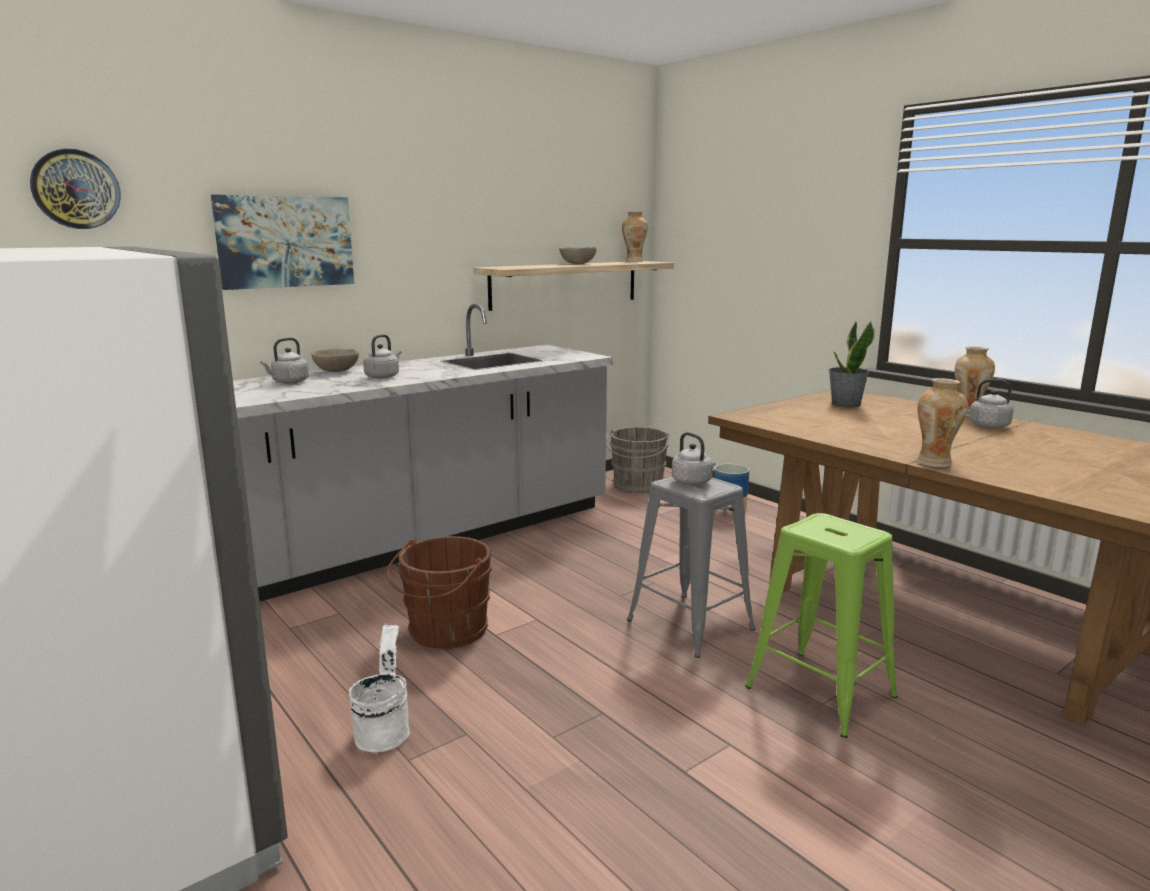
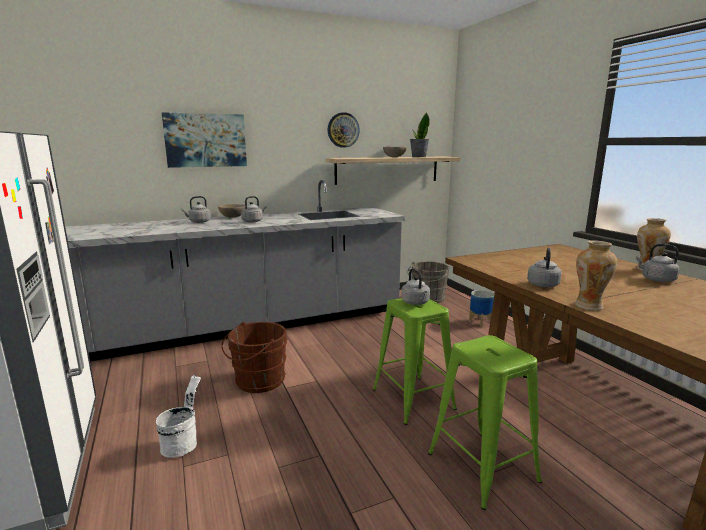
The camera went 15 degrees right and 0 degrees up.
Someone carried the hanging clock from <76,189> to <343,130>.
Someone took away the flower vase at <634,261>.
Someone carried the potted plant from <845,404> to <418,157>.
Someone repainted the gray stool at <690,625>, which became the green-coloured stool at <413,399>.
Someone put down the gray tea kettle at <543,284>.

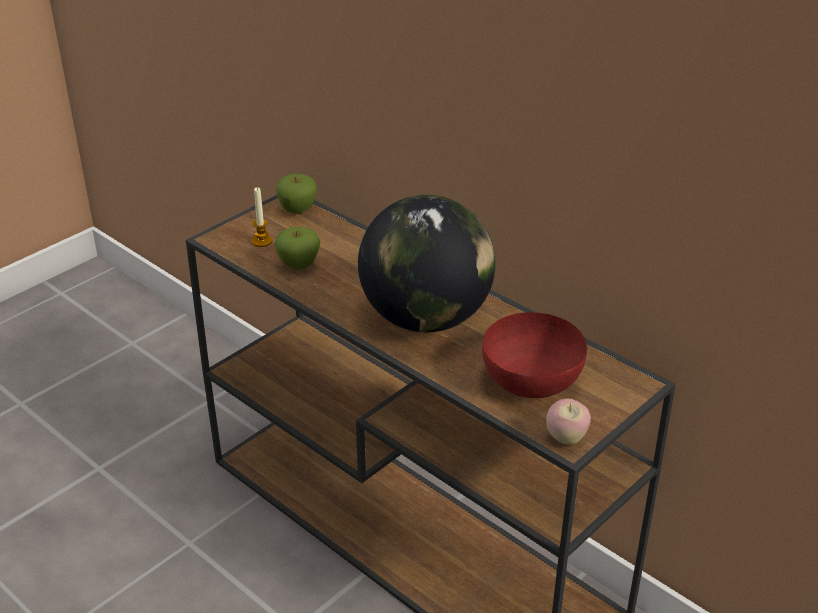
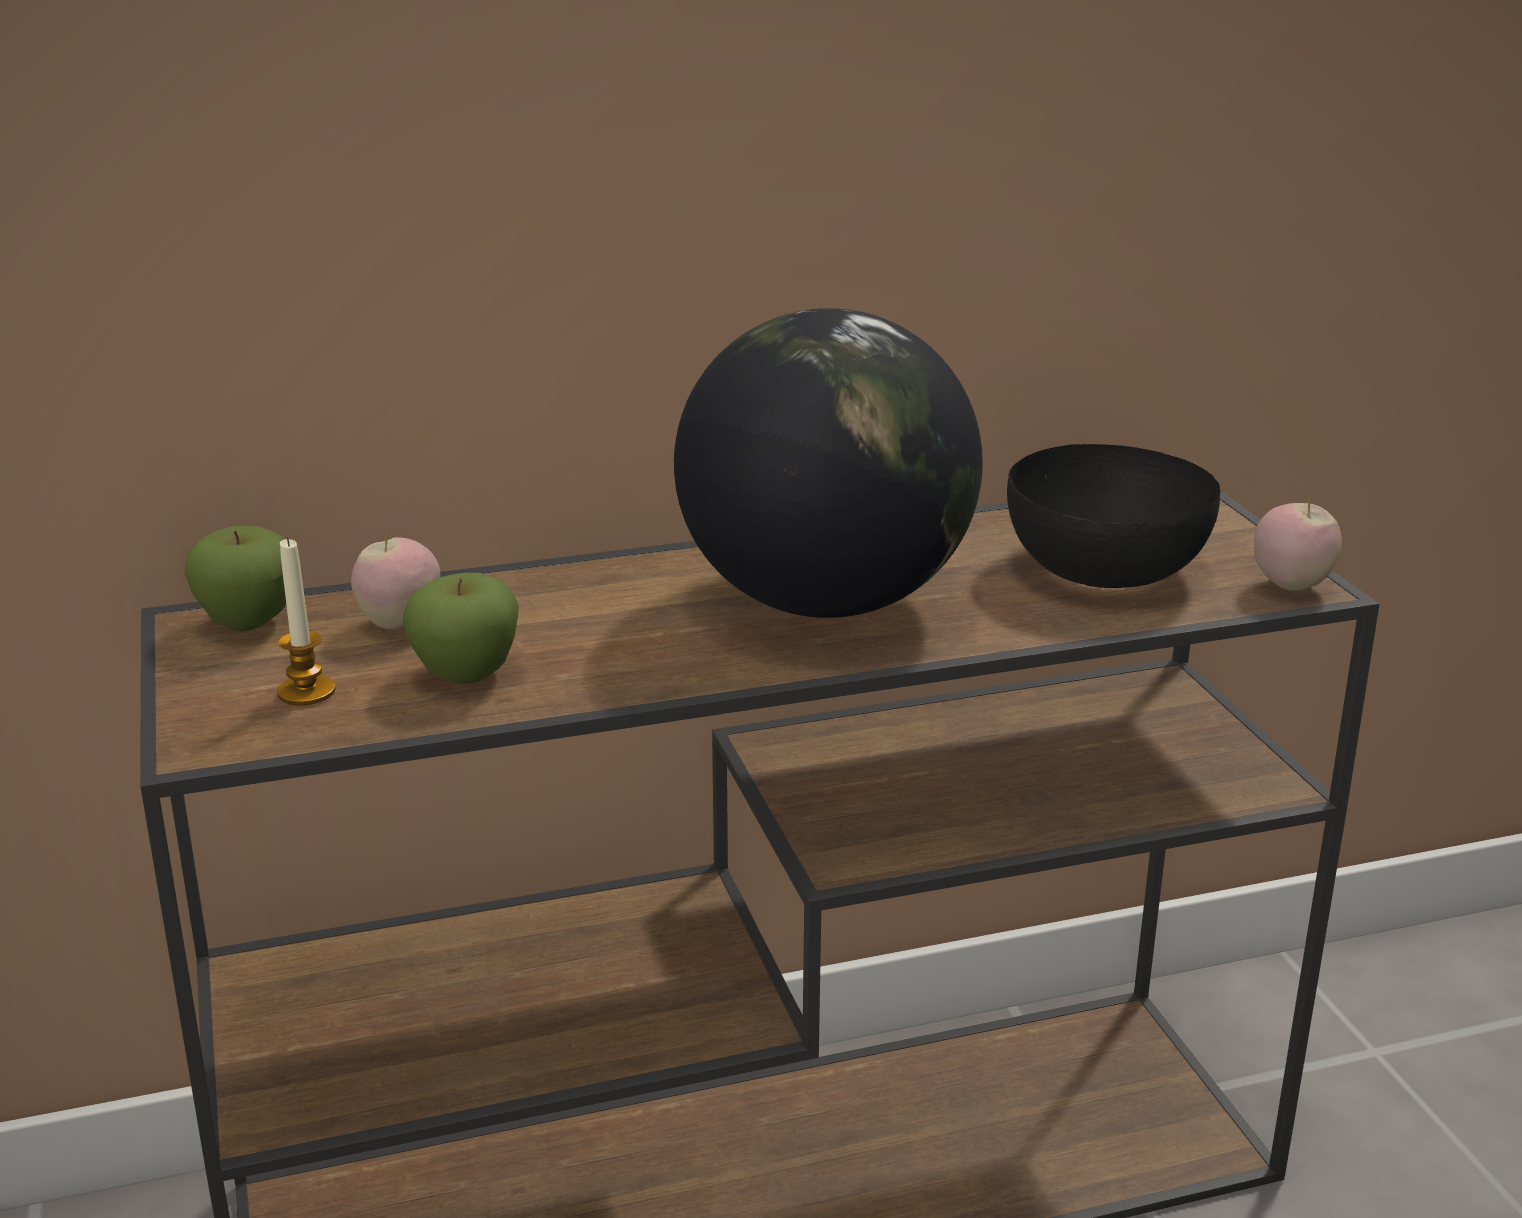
The camera went 60 degrees left and 10 degrees down.
Someone repainted the red-coloured deep dish at <533,380>, which became the blackish deep dish at <1107,567>.
Someone put down the apple at <401,624>.

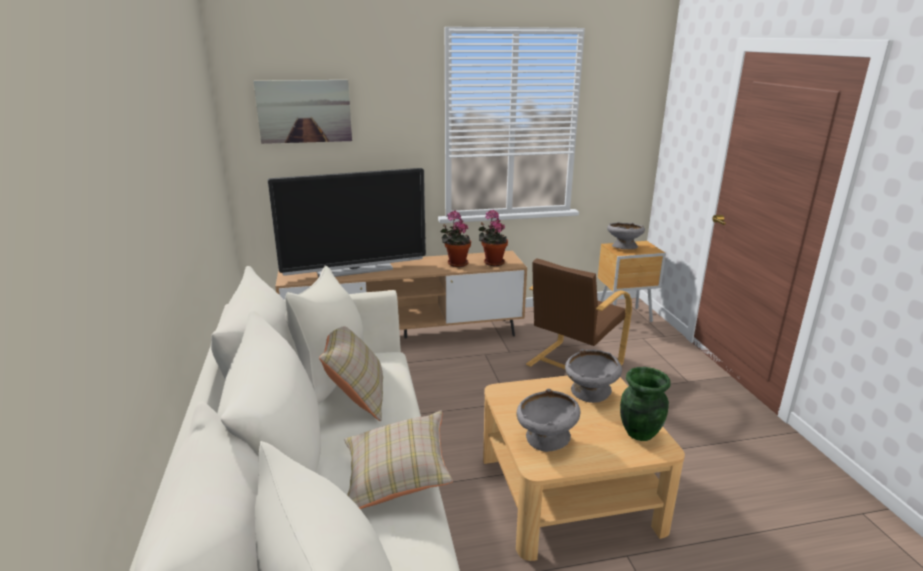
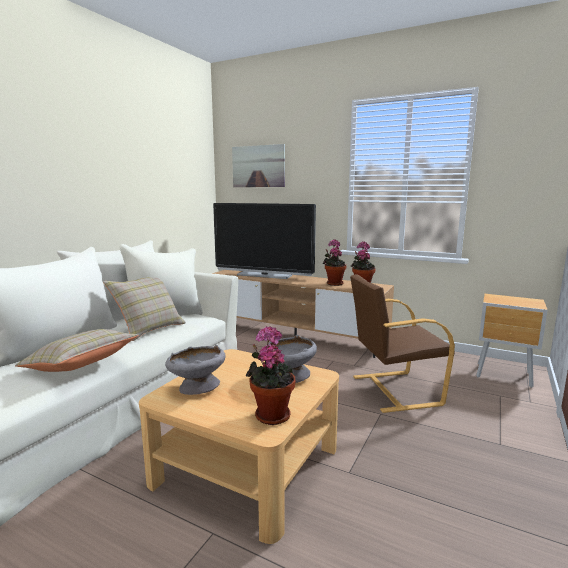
The camera went 40 degrees right and 10 degrees down.
Someone took away the gray deep dish at <623,247>.
Someone swapped the green-coloured flower vase at <639,433> for the potted plant at <270,414>.

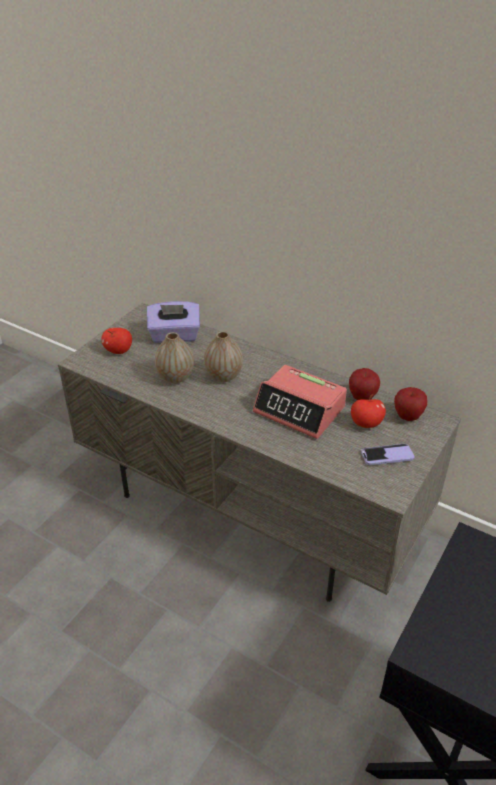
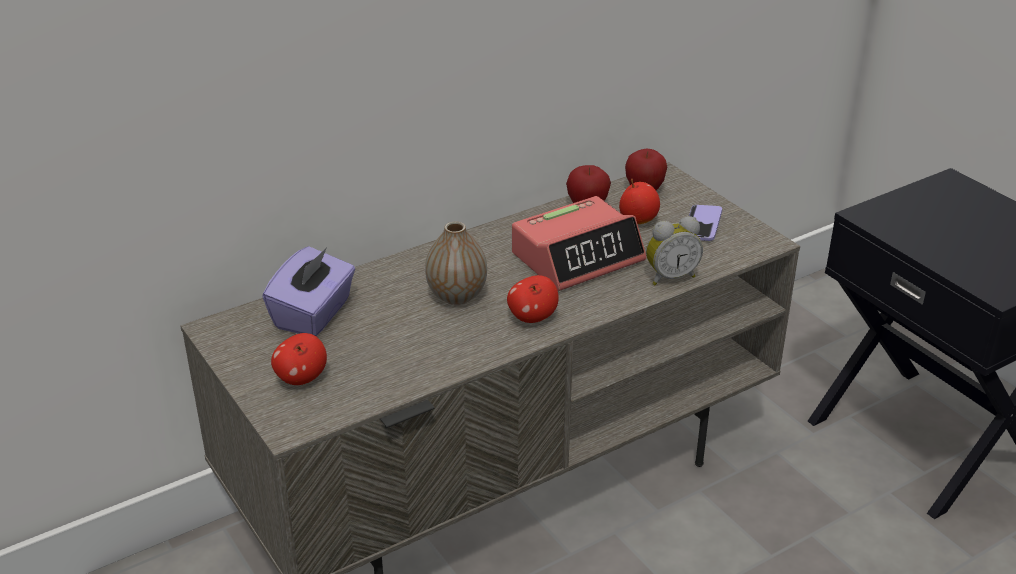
The camera went 65 degrees left and 5 degrees down.
Someone took away the flower vase at <175,377>.
Someone put down the table clock at <670,277>.
Someone put down the apple at <532,317>.

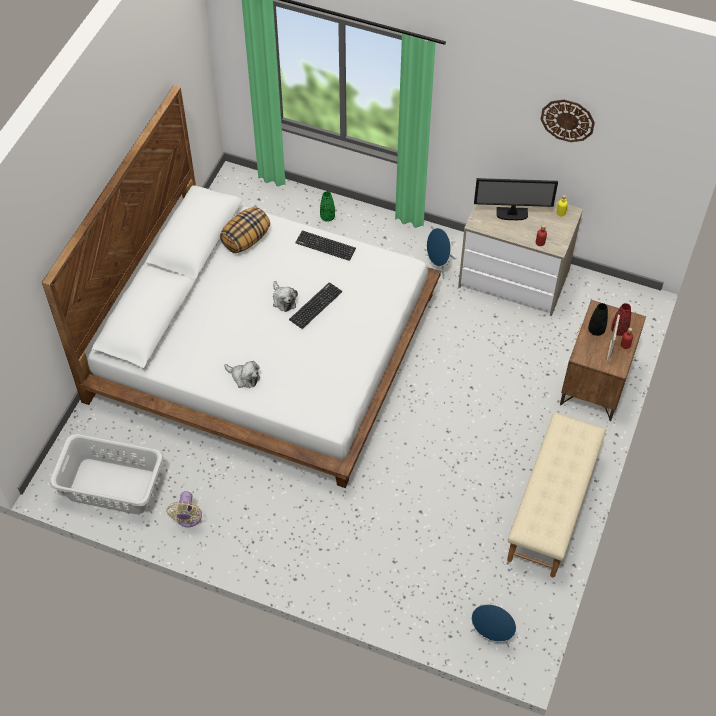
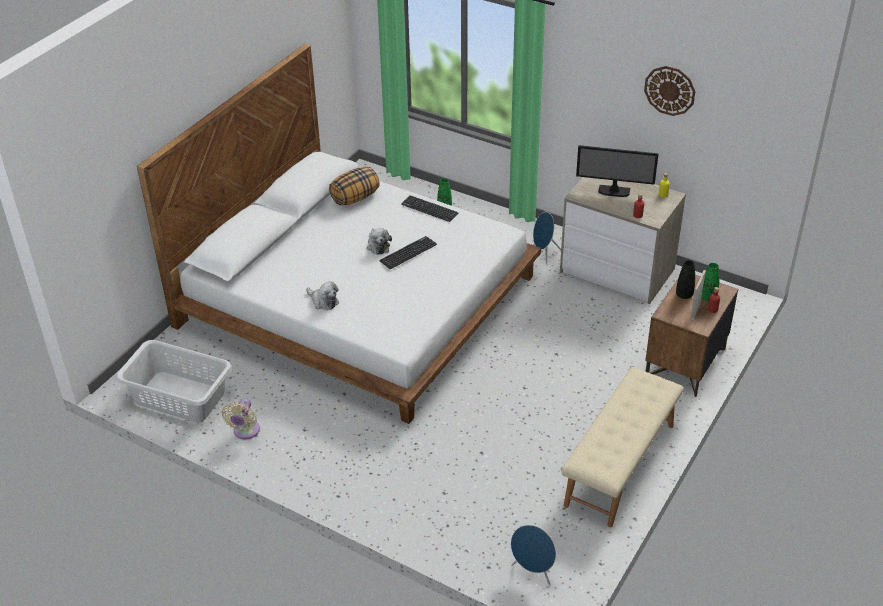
The camera went 10 degrees right and 15 degrees down.
Someone repainted the red-coloured flower vase at <619,330>, which became the green-coloured flower vase at <708,297>.

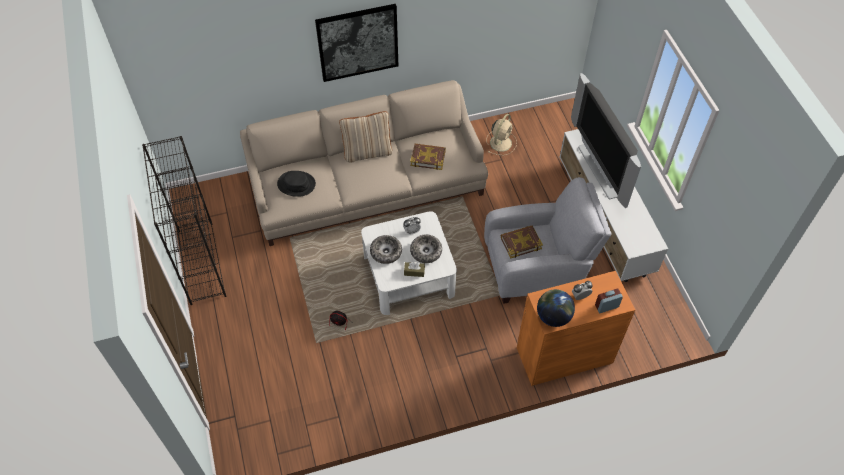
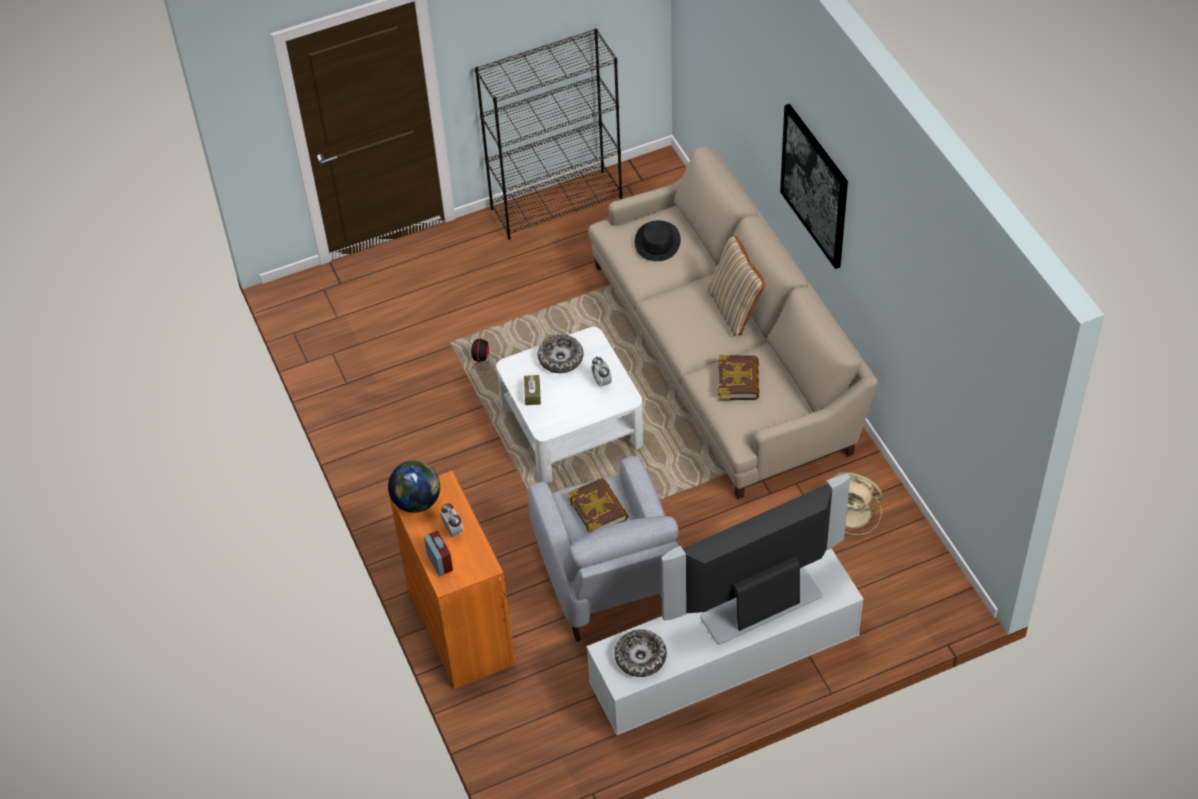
The camera went 85 degrees right and 5 degrees down.
Someone carried the deep dish from <426,251> to <640,657>.

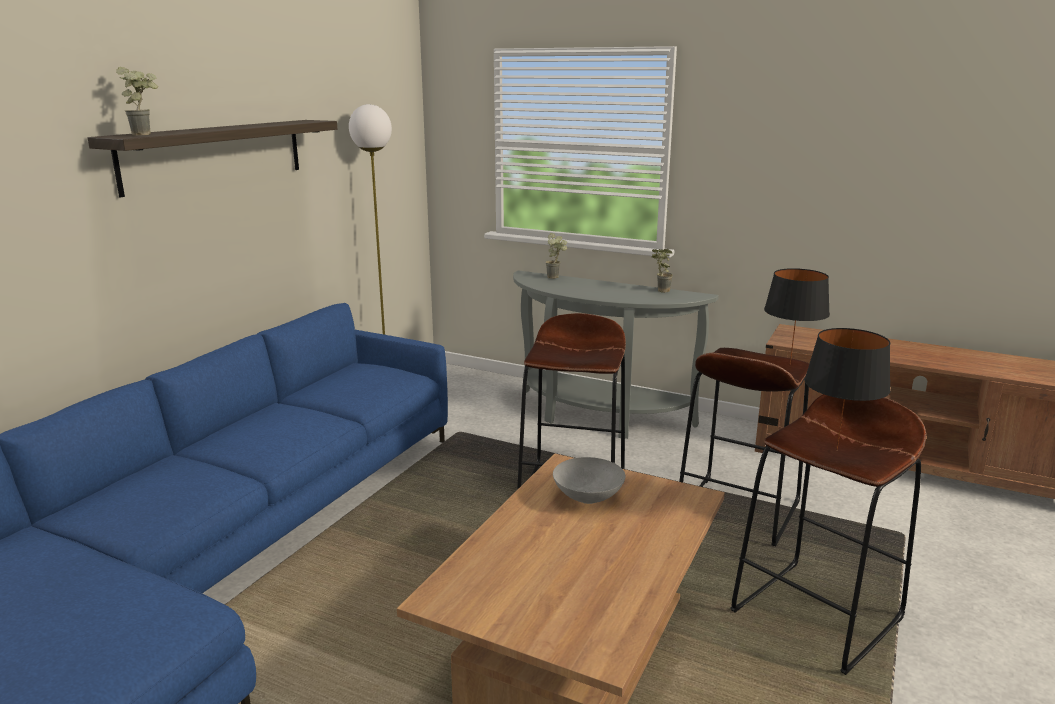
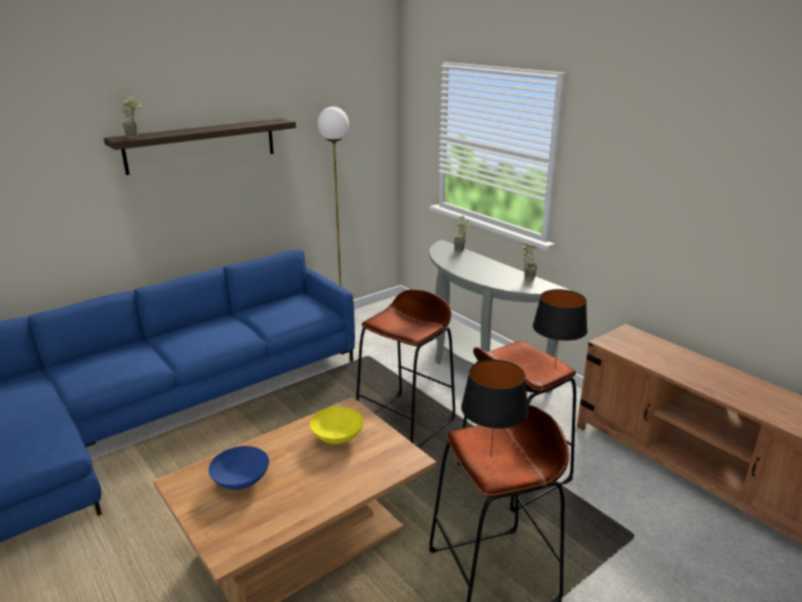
The camera went 25 degrees right and 5 degrees up.
Someone repainted the gray deep dish at <588,498>, which became the yellowish deep dish at <337,439>.
Someone put down the bluish deep dish at <241,481>.

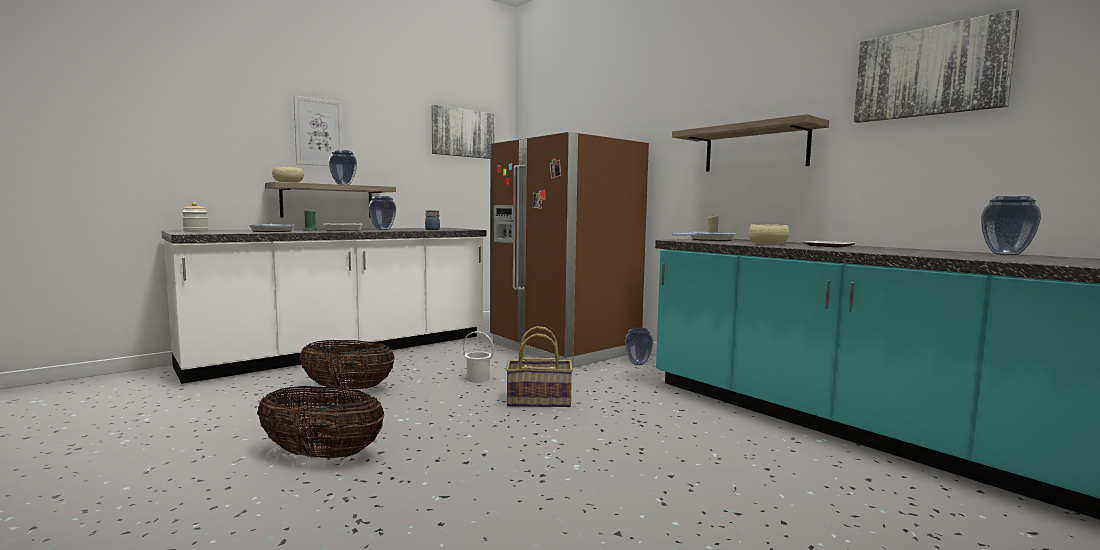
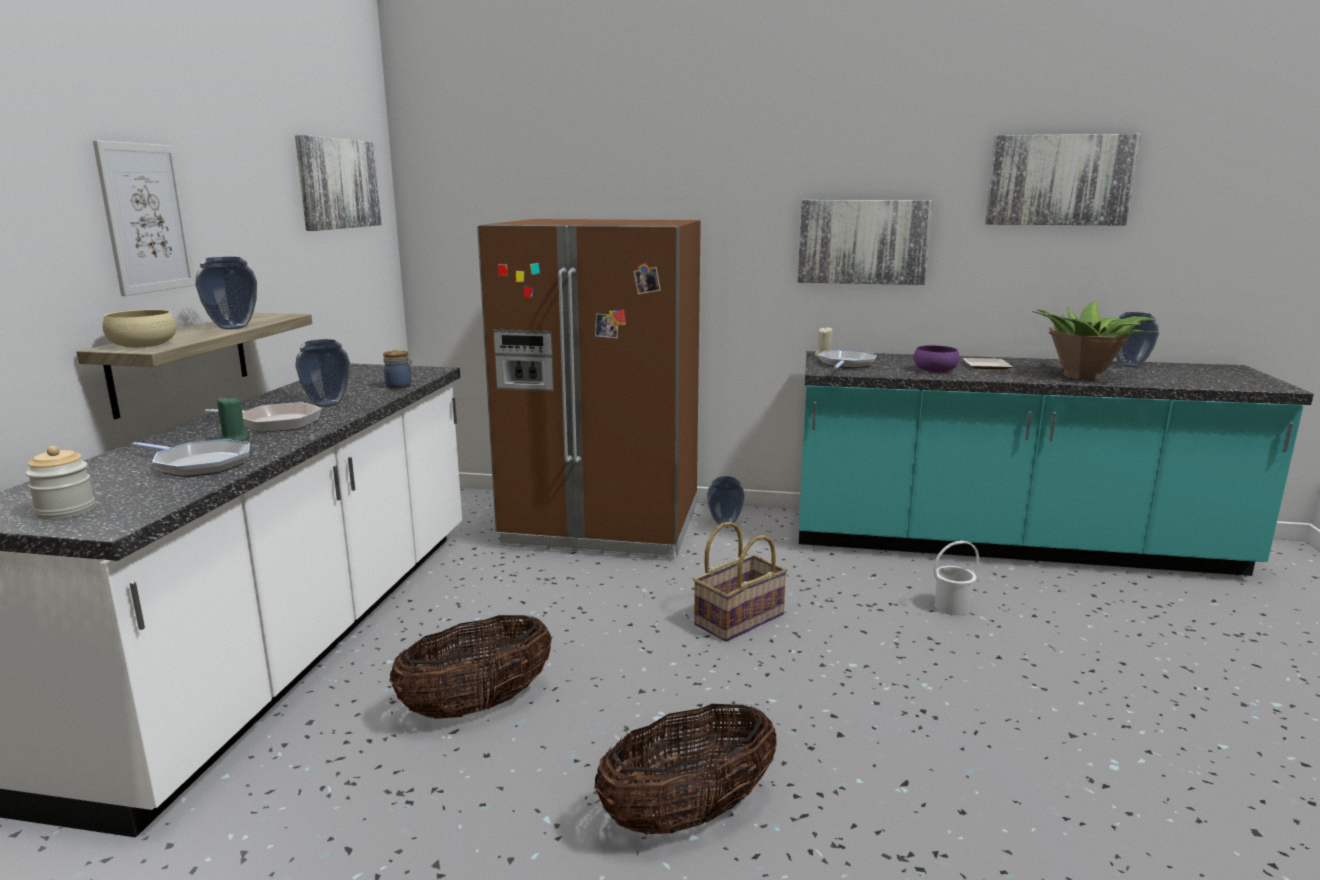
The camera went 40 degrees left and 10 degrees up.
Someone swapped the bracket shelf at <755,148> for the wall art at <863,242>.
Someone repainted the beige-coloured deep dish at <767,244>, which became the purple-coloured deep dish at <934,370>.
Someone carried the white water bucket from <478,379> to <952,607>.
Someone put down the potted plant at <1083,376>.

